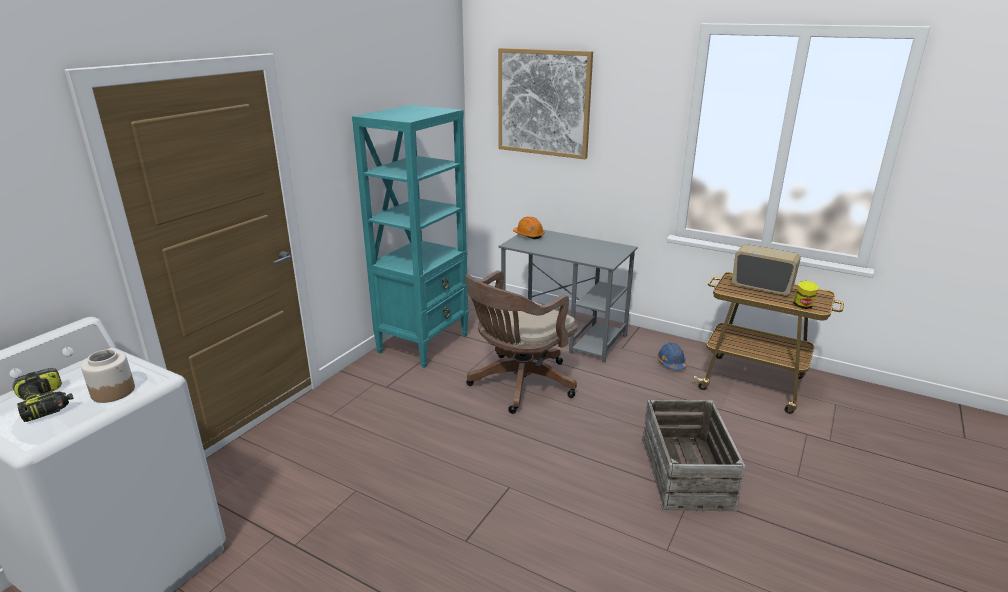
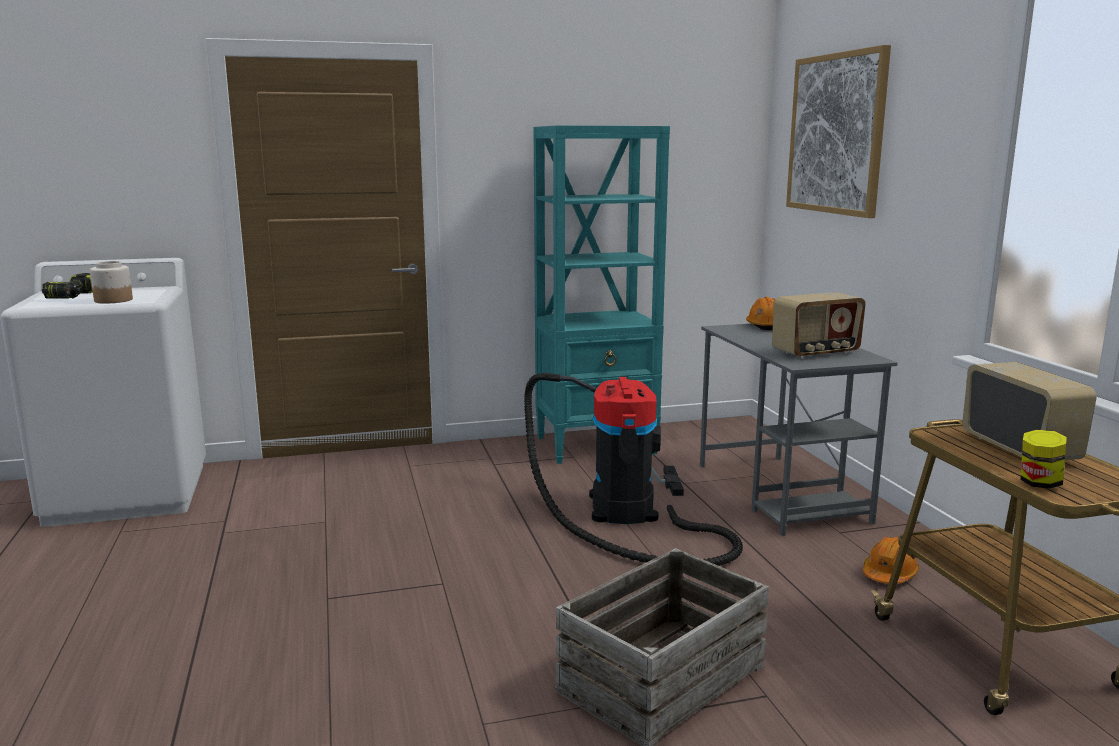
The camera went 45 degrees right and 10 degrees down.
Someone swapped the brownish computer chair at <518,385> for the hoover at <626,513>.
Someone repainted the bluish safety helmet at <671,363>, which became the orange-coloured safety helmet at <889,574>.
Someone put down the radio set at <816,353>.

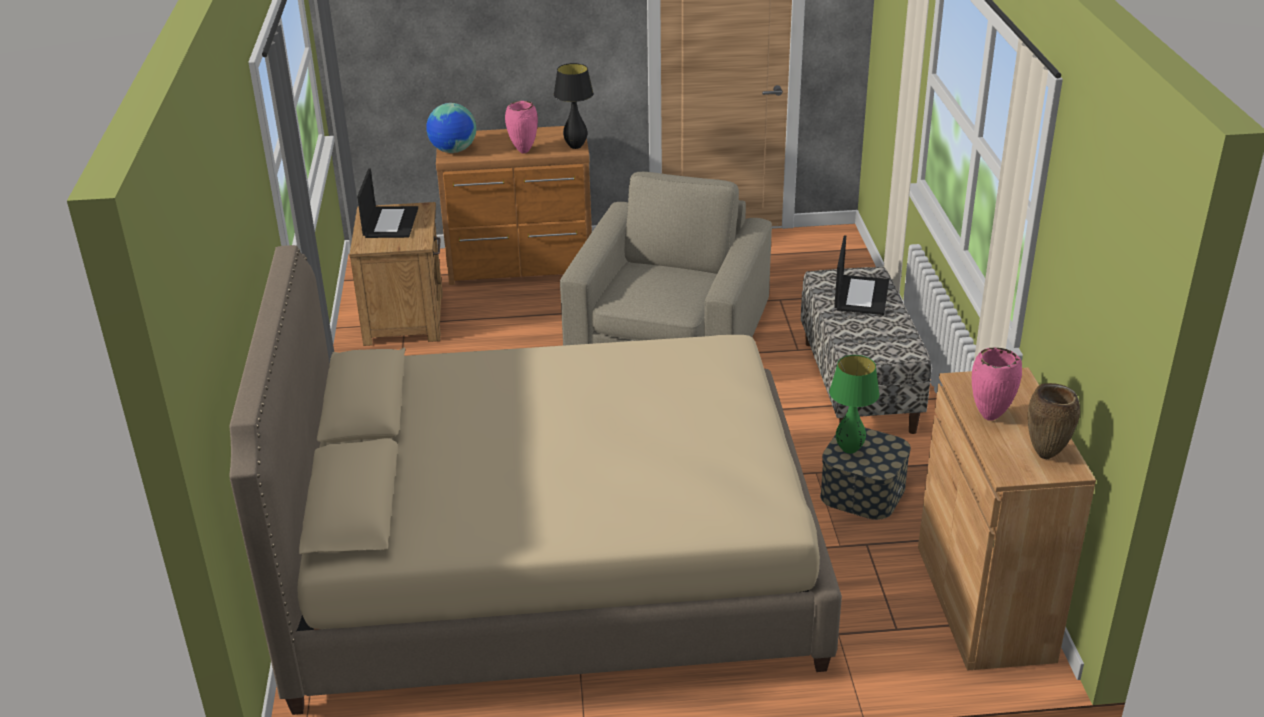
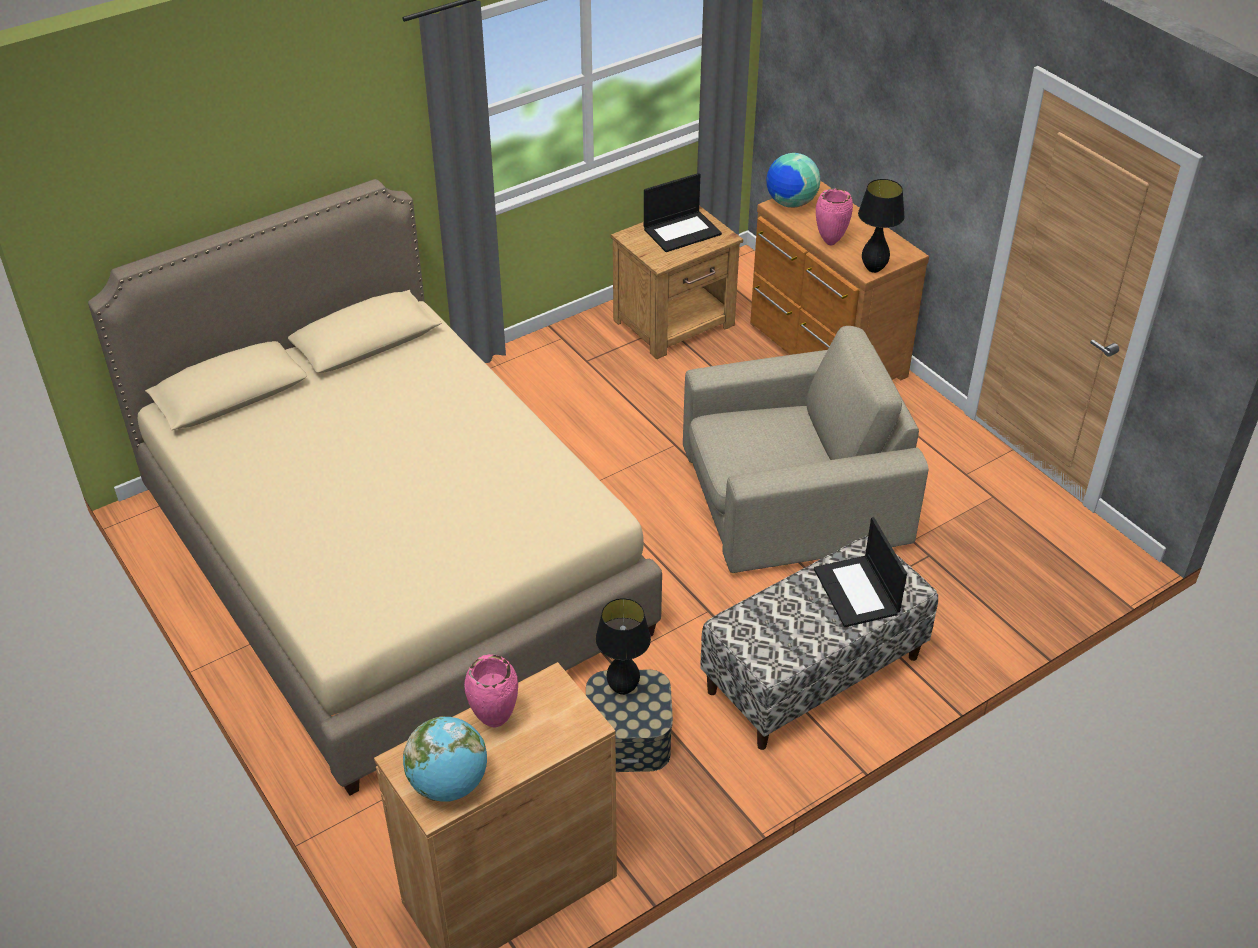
The camera went 60 degrees right and 10 degrees up.
Someone rotated the laptop at <860,295> by 90 degrees clockwise.
Someone repainted the green-coloured tabletop lamp at <849,449>, which became the blackish tabletop lamp at <623,689>.
Someone swapped the brownish flower vase at <1046,455> for the desk globe at <449,784>.

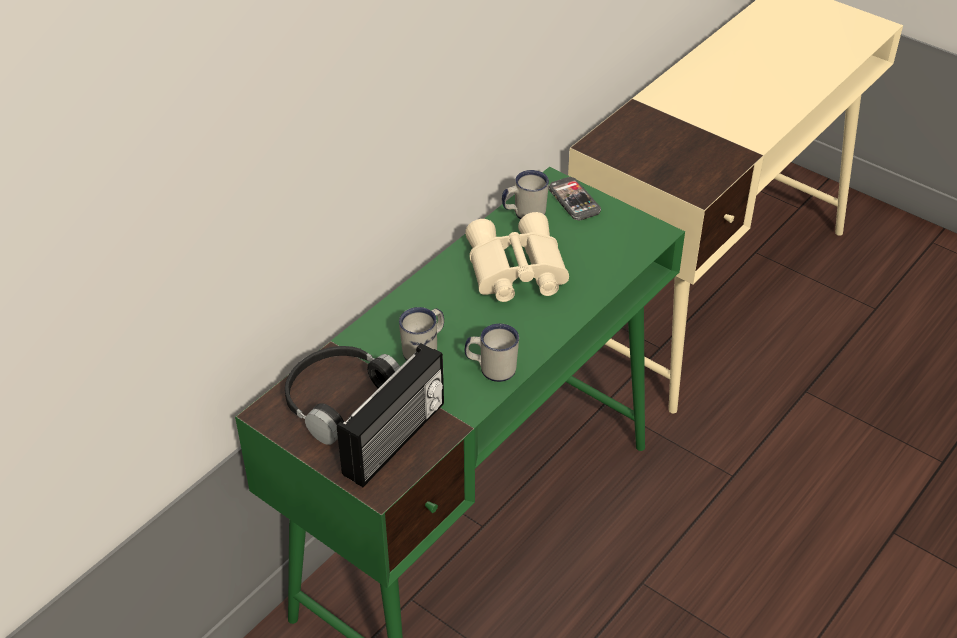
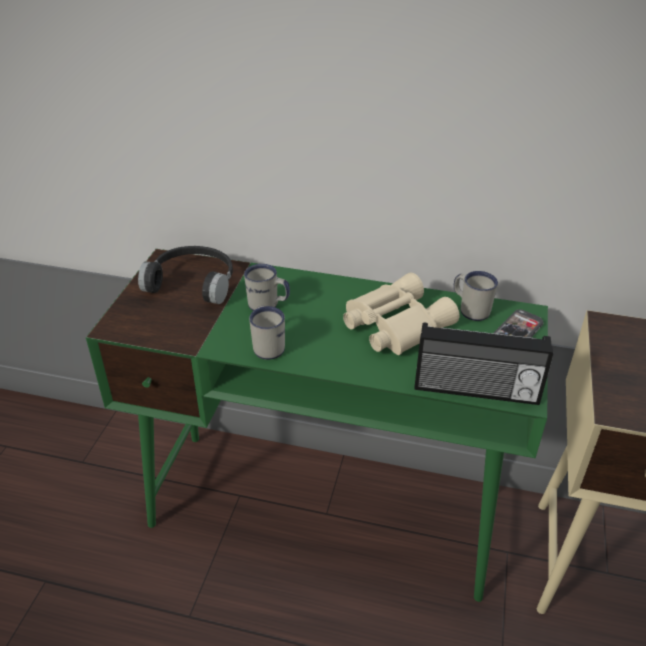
The camera went 65 degrees right and 5 degrees down.
Someone carried the radio set from <396,440> to <476,391>.

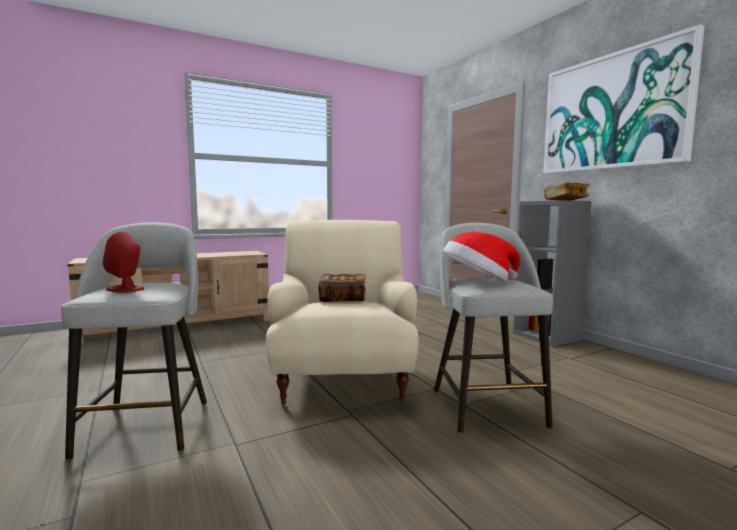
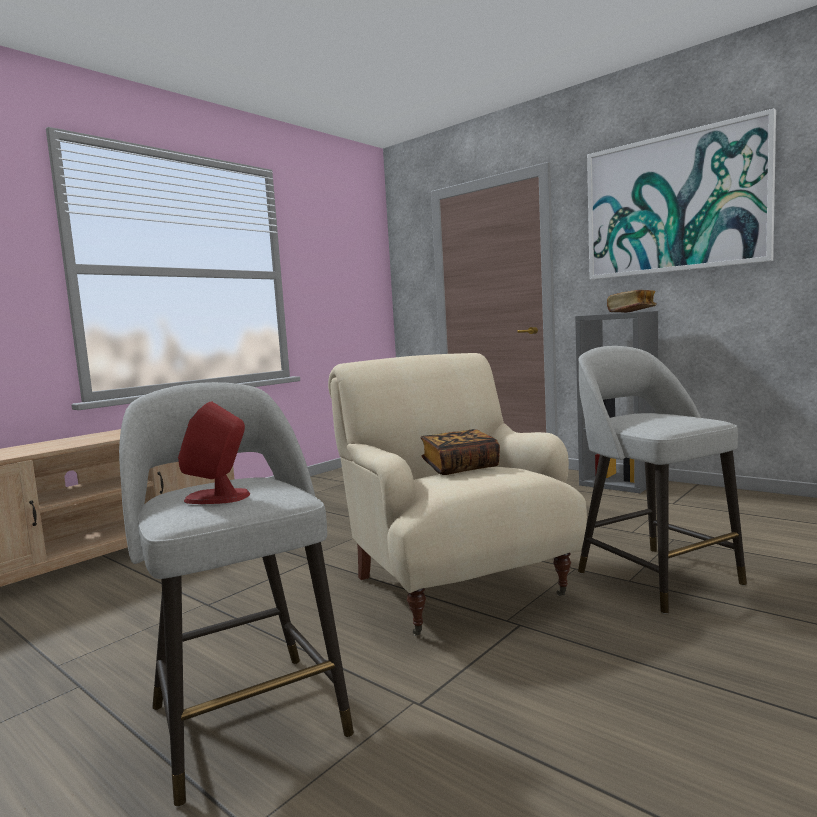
The camera went 20 degrees left and 0 degrees up.
Someone took away the wearable hat at <478,281>.

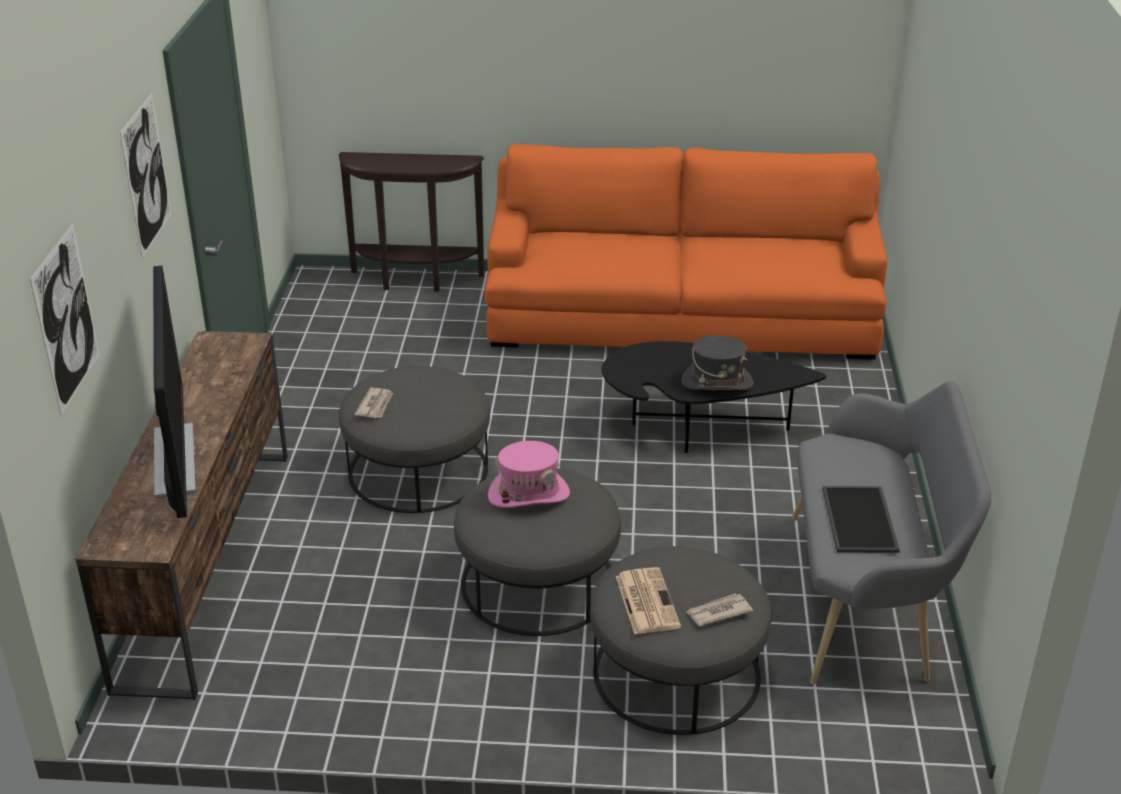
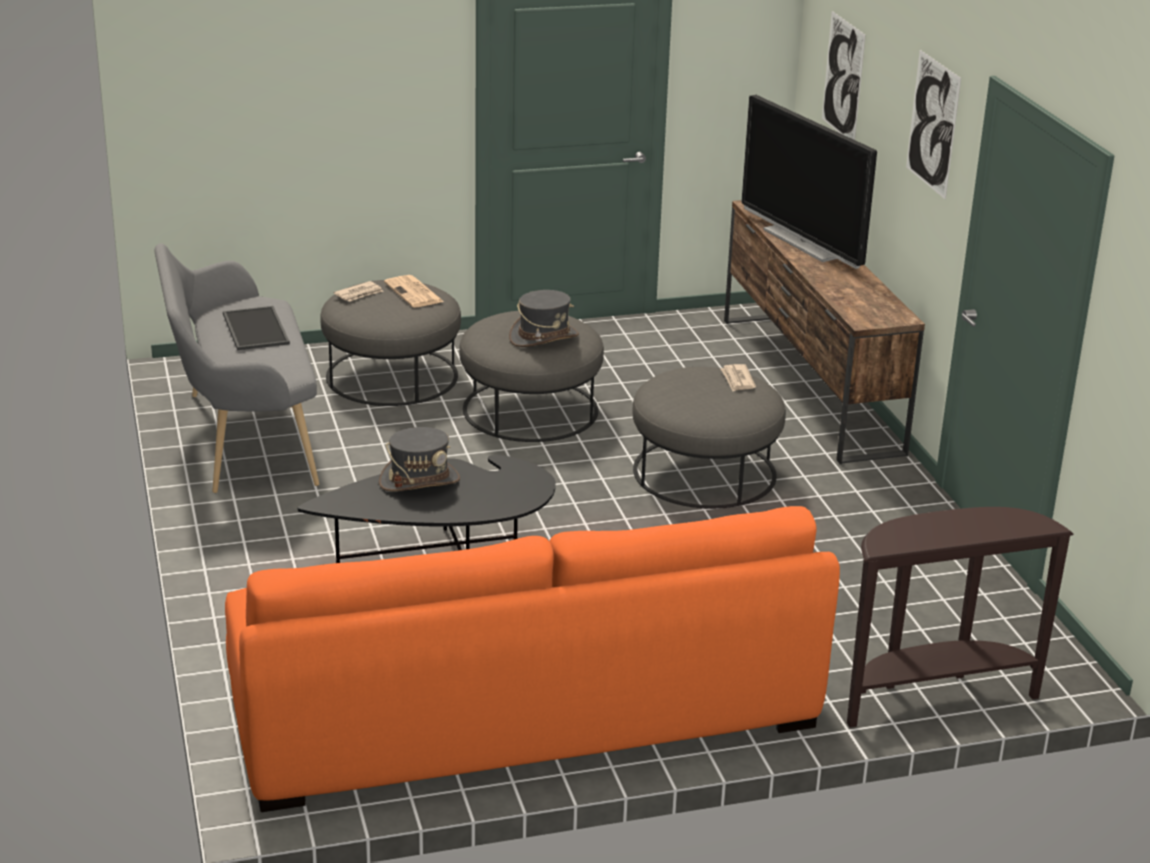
The camera went 160 degrees right and 5 degrees down.
Someone repainted the pinkish wearable hat at <529,494>, which became the gray wearable hat at <544,337>.

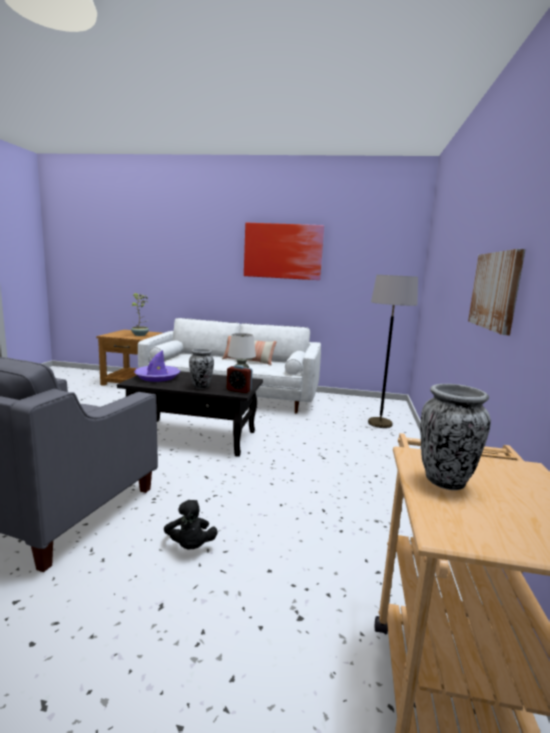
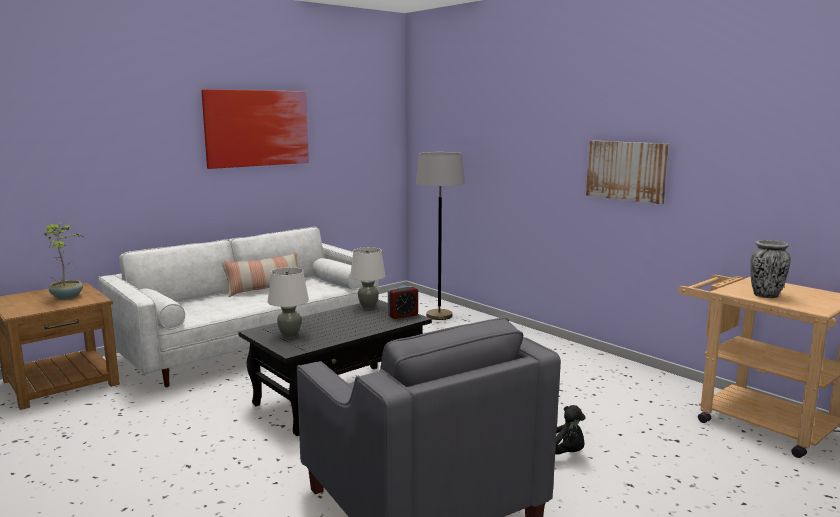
The camera went 50 degrees left and 0 degrees up.
Someone took away the flower vase at <201,387>.
Someone swapped the purple-coloured wearable hat at <157,377> for the white tabletop lamp at <290,335>.

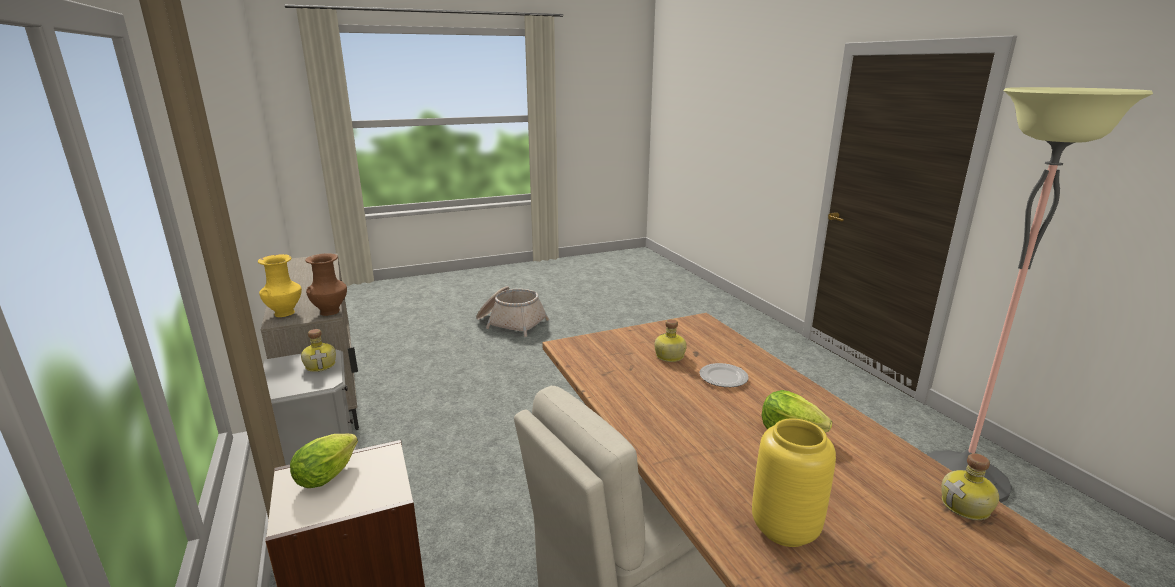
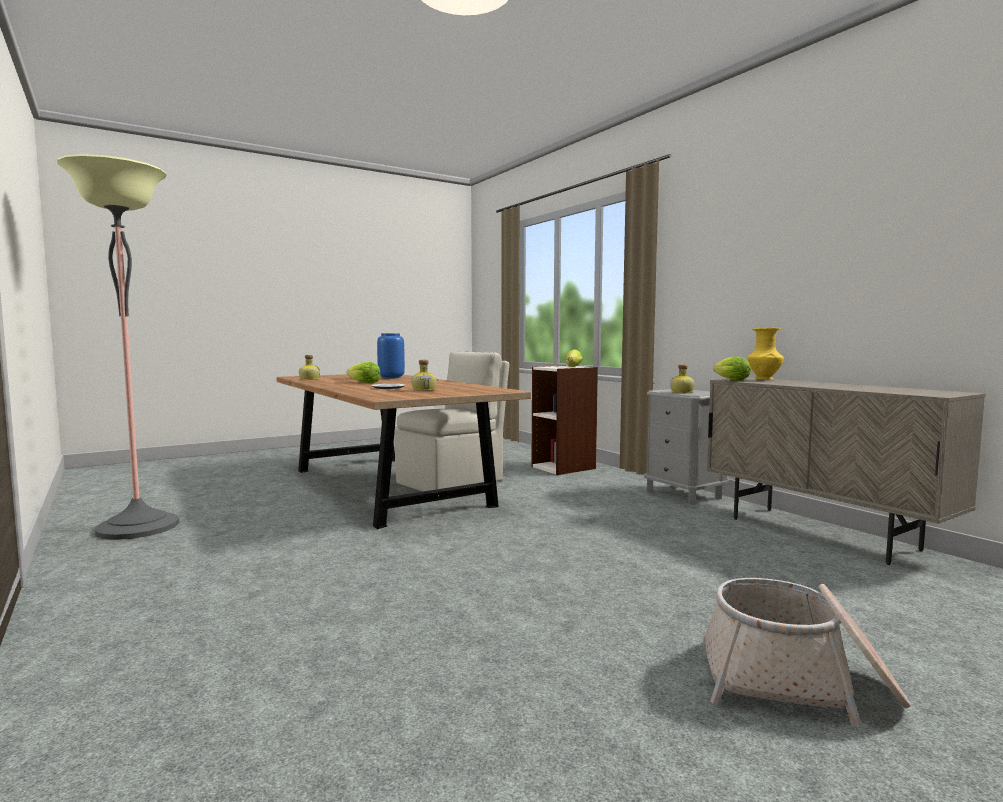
The camera went 170 degrees right and 15 degrees down.
Someone swapped the brownish flower vase at <331,311> for the head of lettuce at <730,380>.
Someone repainted the yellowish flower vase at <786,528>, which became the bluish flower vase at <390,377>.

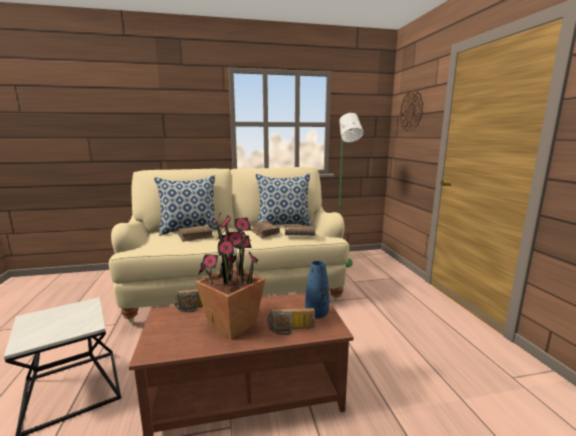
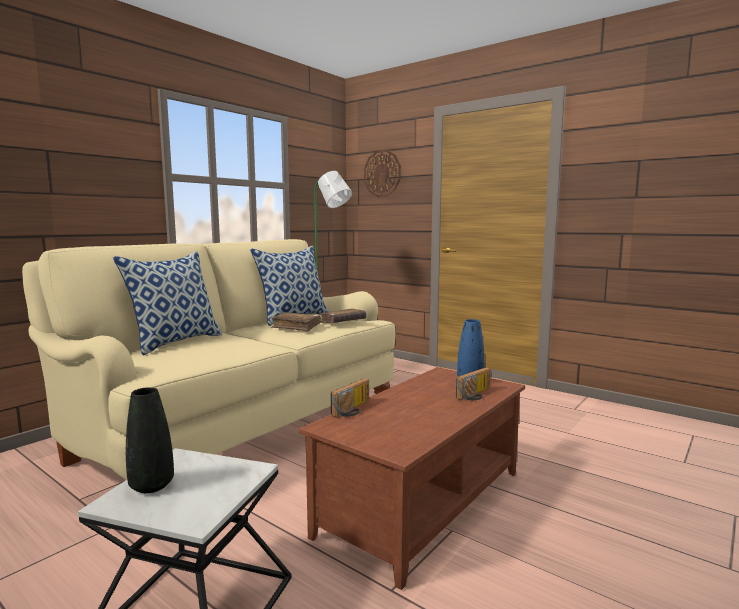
The camera went 40 degrees left and 5 degrees down.
Someone took away the potted plant at <233,324>.
Someone took away the brownish bound book at <195,237>.
Someone put down the blackish flower vase at <151,486>.

